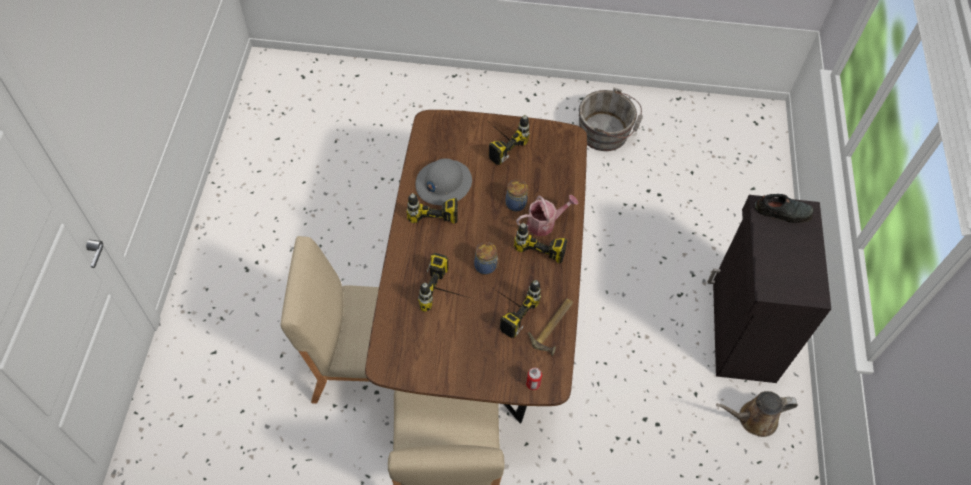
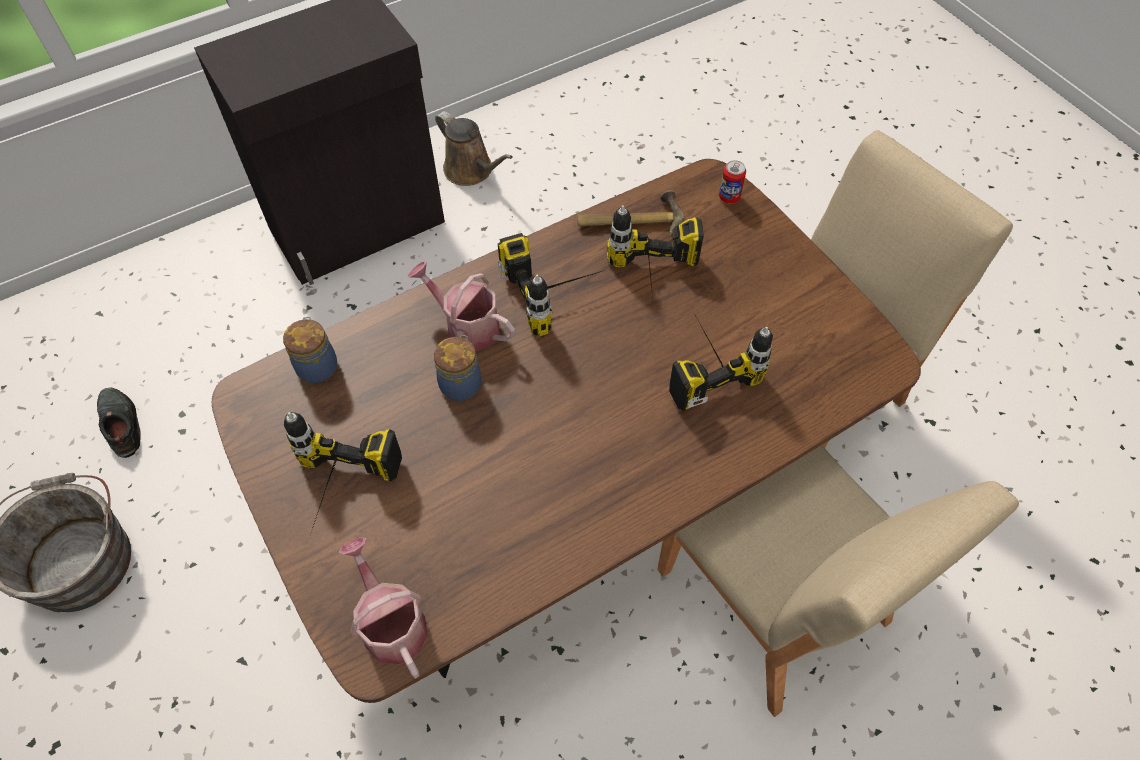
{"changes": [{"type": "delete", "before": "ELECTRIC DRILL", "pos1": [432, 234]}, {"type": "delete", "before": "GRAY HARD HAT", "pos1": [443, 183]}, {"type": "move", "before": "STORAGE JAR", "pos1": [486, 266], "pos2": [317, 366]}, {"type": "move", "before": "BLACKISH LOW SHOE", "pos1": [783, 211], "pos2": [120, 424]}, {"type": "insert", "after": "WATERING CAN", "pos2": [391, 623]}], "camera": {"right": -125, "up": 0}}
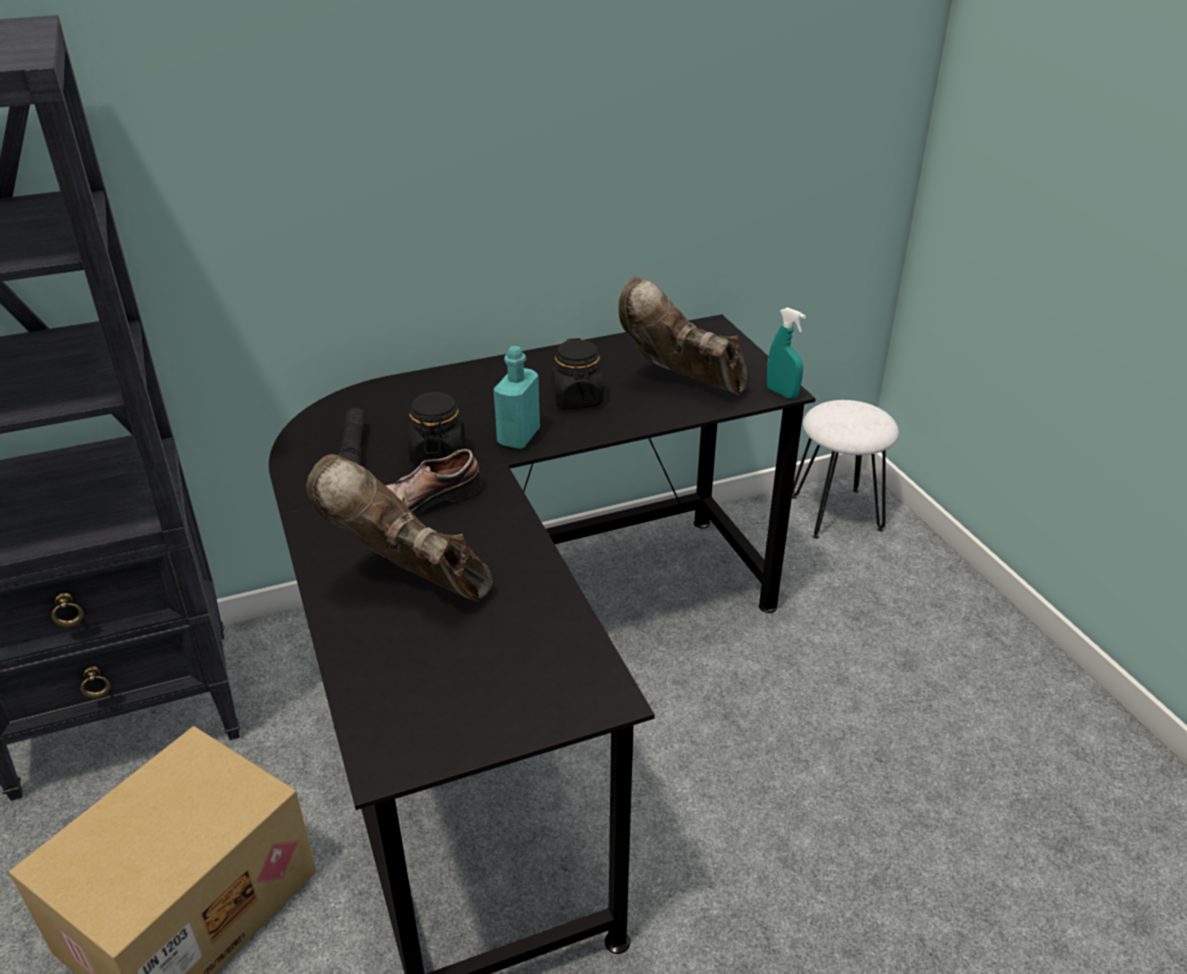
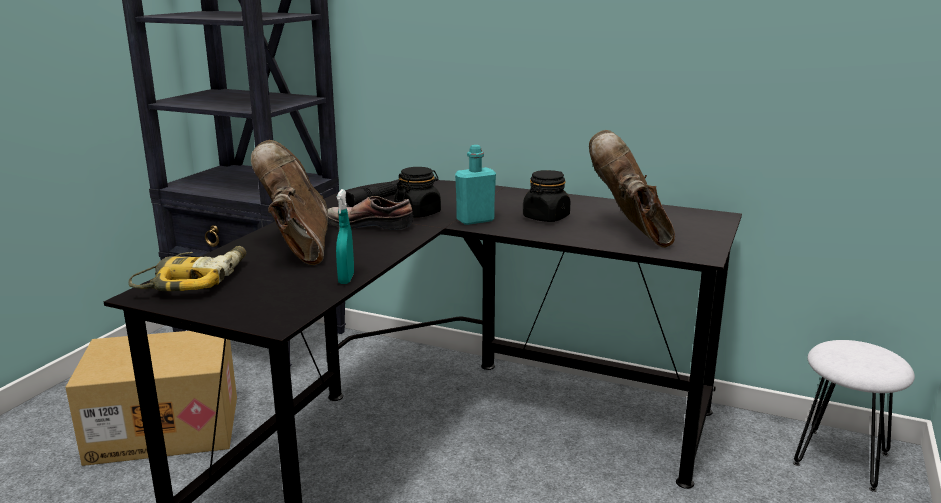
{"changes": [{"type": "move", "before": "BLUE-GREEN HAND SPRAYER", "pos1": [782, 393], "pos2": [346, 279]}, {"type": "insert", "after": "ELECTRIC DRILL", "pos2": [195, 279]}], "camera": {"right": 45, "up": -15}}
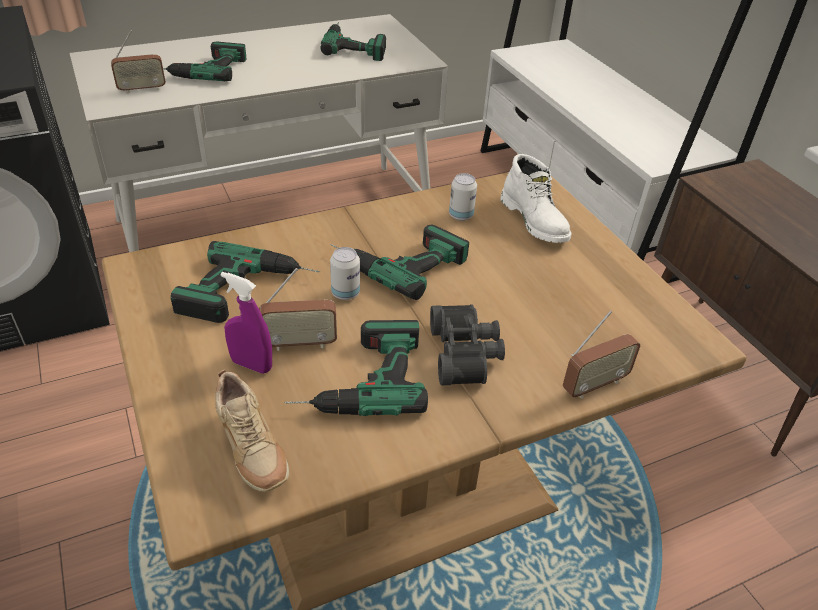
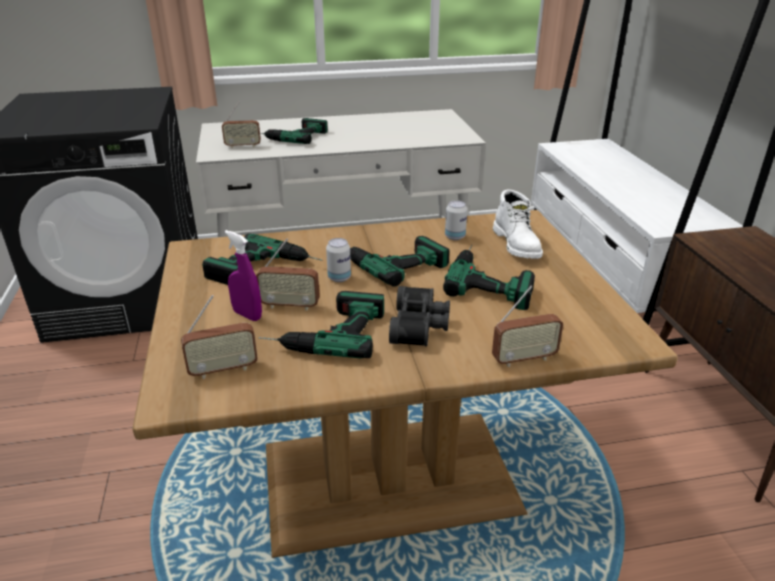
{"changes": [{"type": "replace", "before": "SAND-COLOURED LOW SHOE", "after": "RADIO RECEIVER", "pos1": [252, 453], "pos2": [223, 369]}, {"type": "move", "before": "ELECTRIC DRILL", "pos1": [355, 44], "pos2": [491, 279]}], "camera": {"right": 15, "up": -10}}
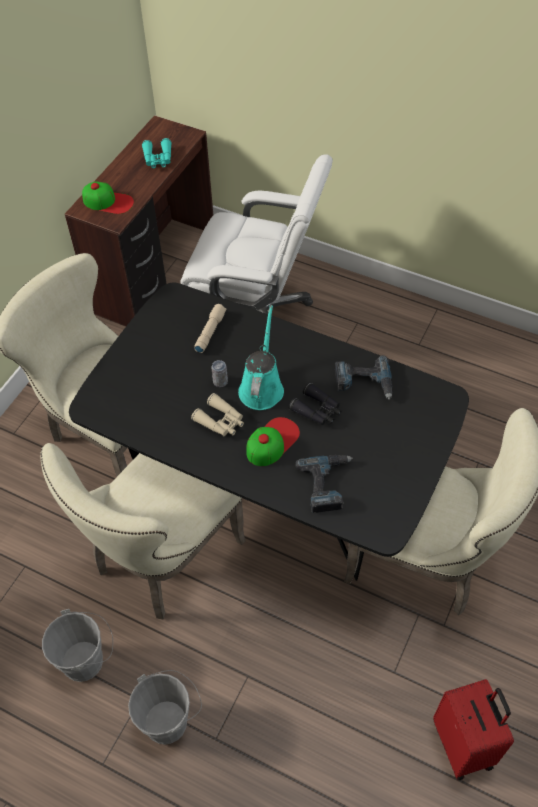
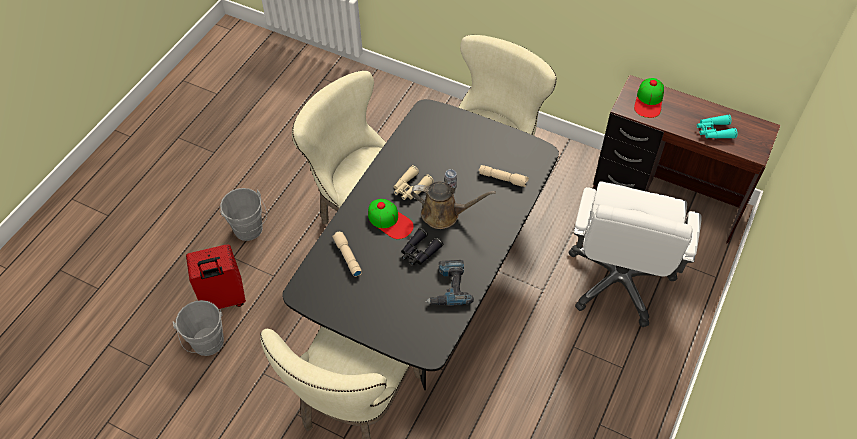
{"changes": [{"type": "move", "before": "GRAY BUCKET", "pos1": [87, 660], "pos2": [208, 345]}, {"type": "recolor", "before": "BLUE-GREEN WATERING CAN", "after": "BROWN-COLOURED WATERING CAN", "pos1": [262, 387], "pos2": [444, 214]}, {"type": "replace", "before": "ELECTRIC DRILL", "after": "SAND-COLOURED TORCH", "pos1": [327, 485], "pos2": [347, 256]}, {"type": "move", "before": "REDDISH TRAVEL CASE", "pos1": [464, 745], "pos2": [223, 300]}], "camera": {"right": 90, "up": 0}}
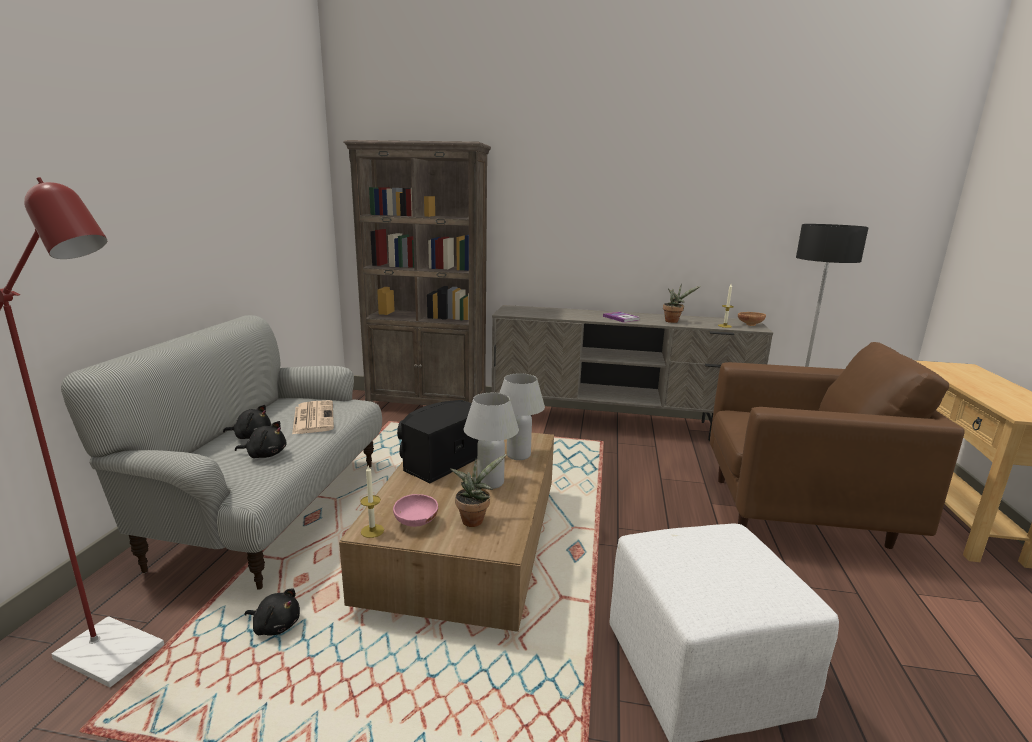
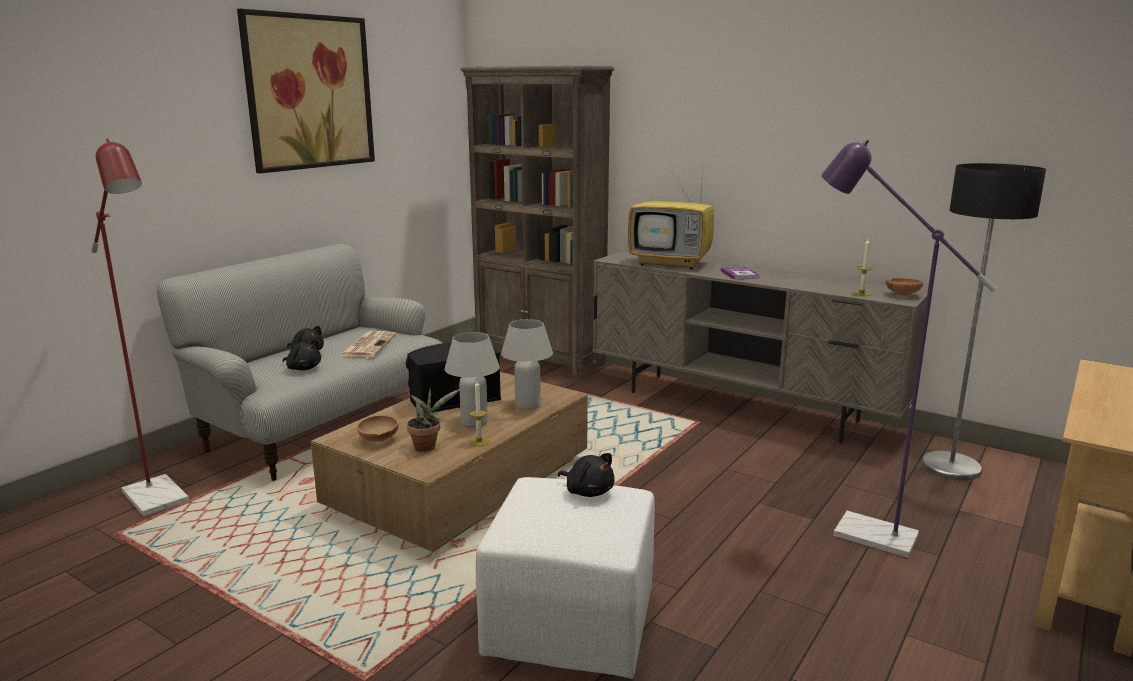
{"changes": [{"type": "move", "before": "BLACKISH SOFT TOY", "pos1": [275, 625], "pos2": [588, 491]}, {"type": "move", "before": "WAX CANDLE", "pos1": [372, 531], "pos2": [479, 442]}, {"type": "recolor", "before": "PINK-COLOURED DEEP DISH", "after": "BROWN-COLOURED DEEP DISH", "pos1": [416, 523], "pos2": [378, 440]}, {"type": "delete", "before": "PLANT IN A POT", "pos1": [673, 321]}, {"type": "replace", "before": "BROWN-COLOURED LOUNGE CHAIR", "after": "PURPLISH STANDING LAMP", "pos1": [797, 511], "pos2": [860, 531]}, {"type": "insert", "after": "WALL ART", "pos2": [309, 92]}, {"type": "insert", "after": "TELEVISION", "pos2": [671, 263]}], "camera": {"right": 25, "up": 0}}
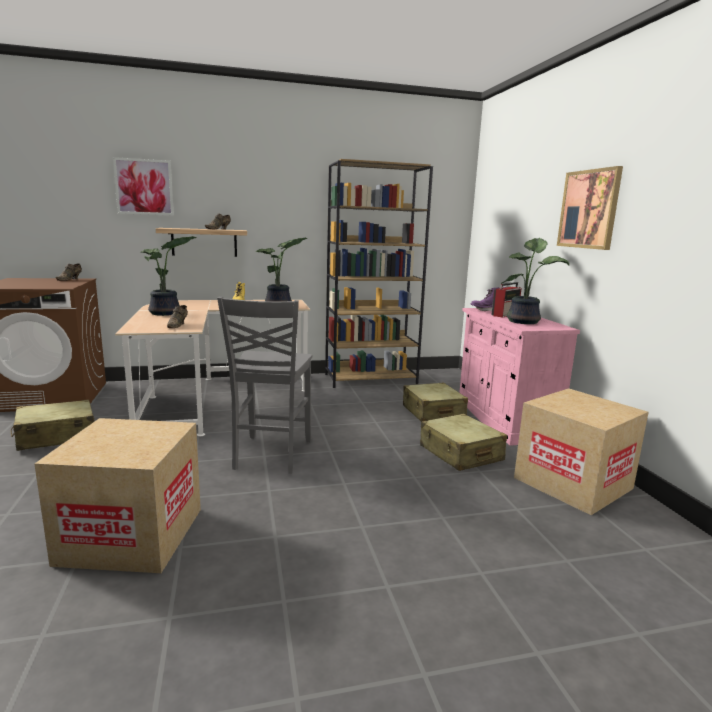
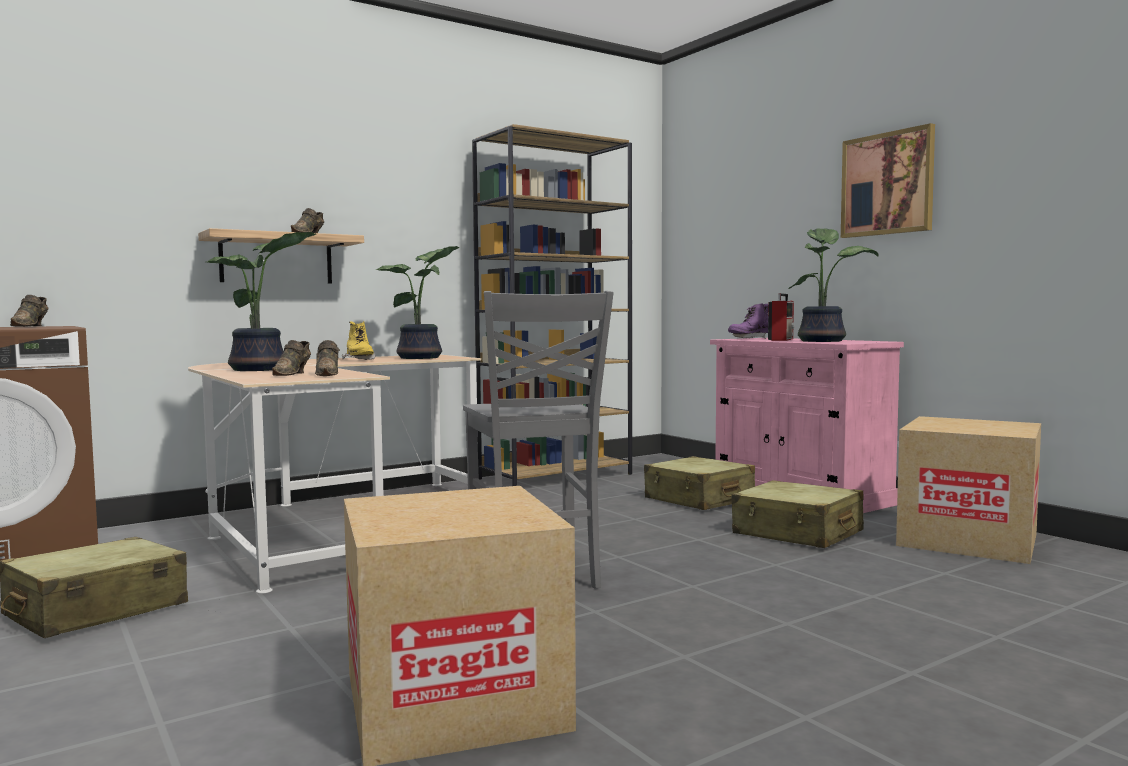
{"changes": [{"type": "delete", "before": "WALL ART", "pos1": [144, 187]}, {"type": "insert", "after": "BROWN-COLOURED LOW SHOE", "pos2": [293, 374]}], "camera": {"right": -20, "up": -10}}
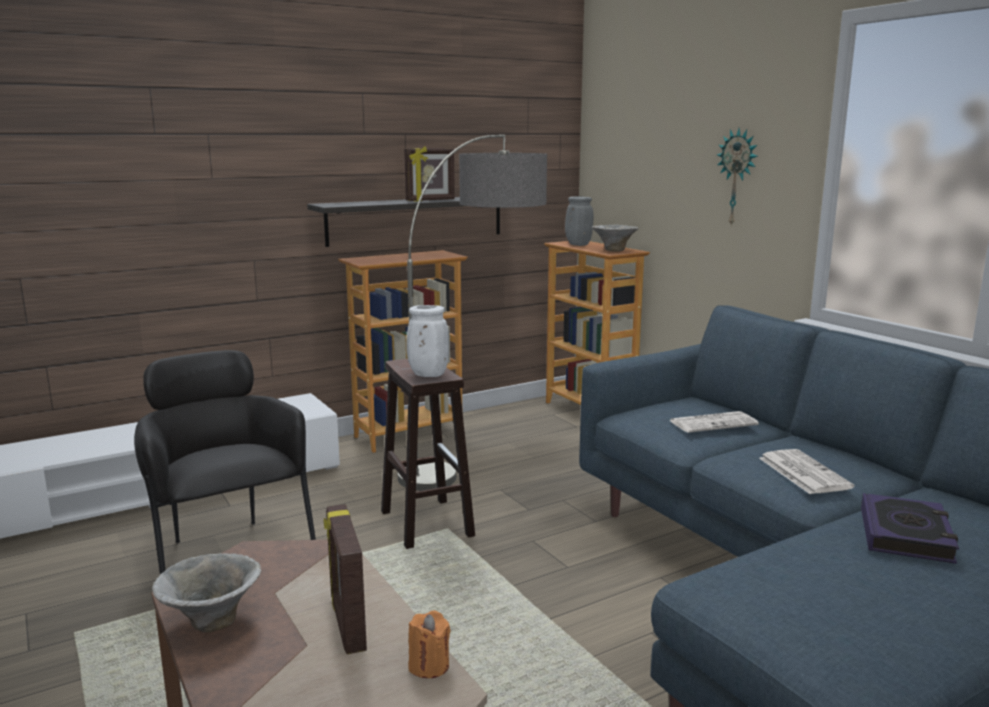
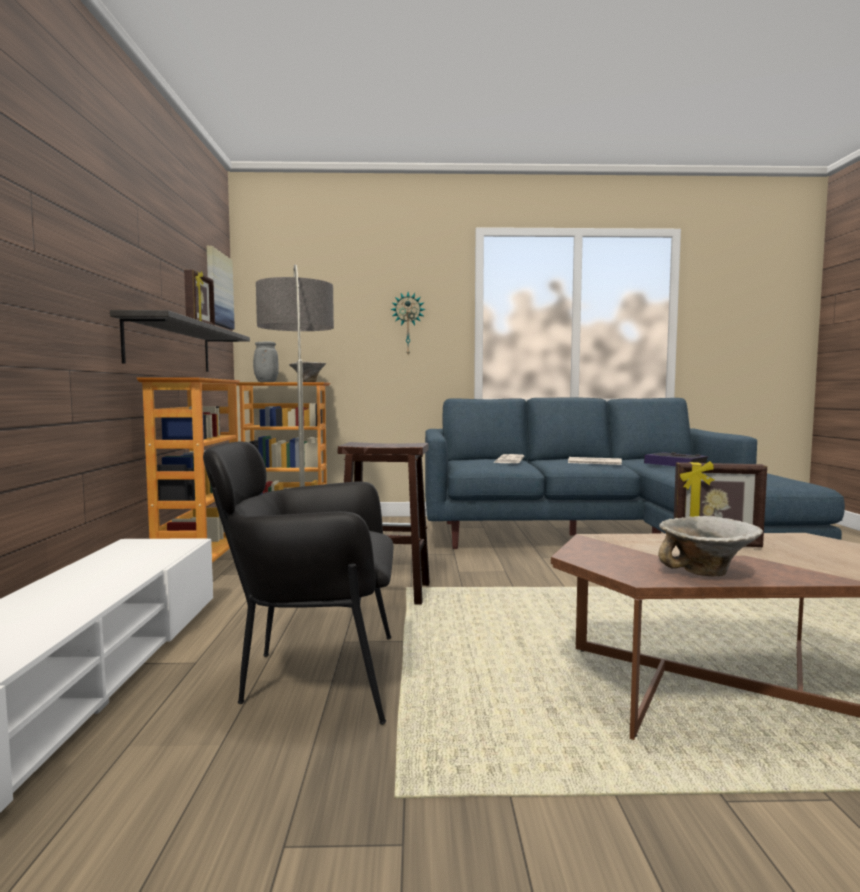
{"changes": [{"type": "delete", "before": "WHITE FLOWER VASE", "pos1": [427, 375]}, {"type": "delete", "before": "ORANGEY WAX CANDLE", "pos1": [429, 666]}, {"type": "insert", "after": "WALL ART", "pos2": [218, 289]}], "camera": {"right": -60, "up": -10}}
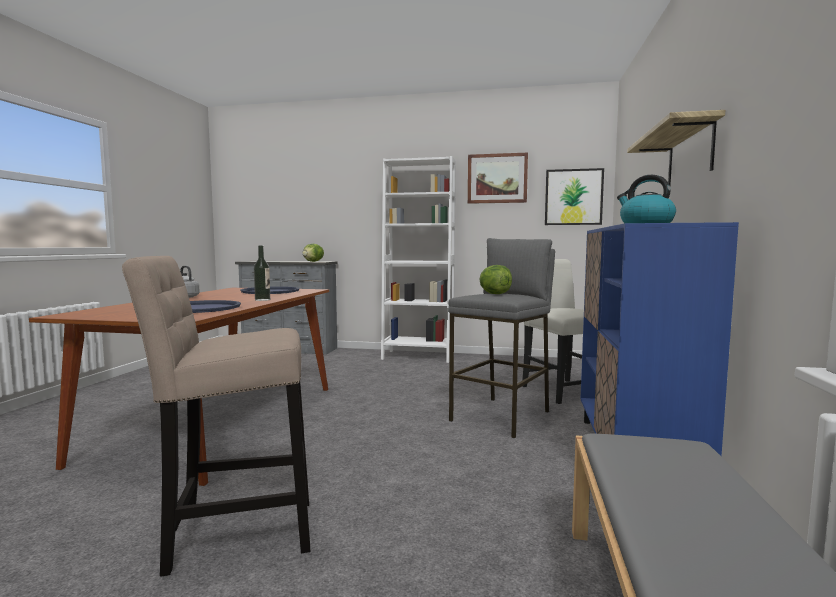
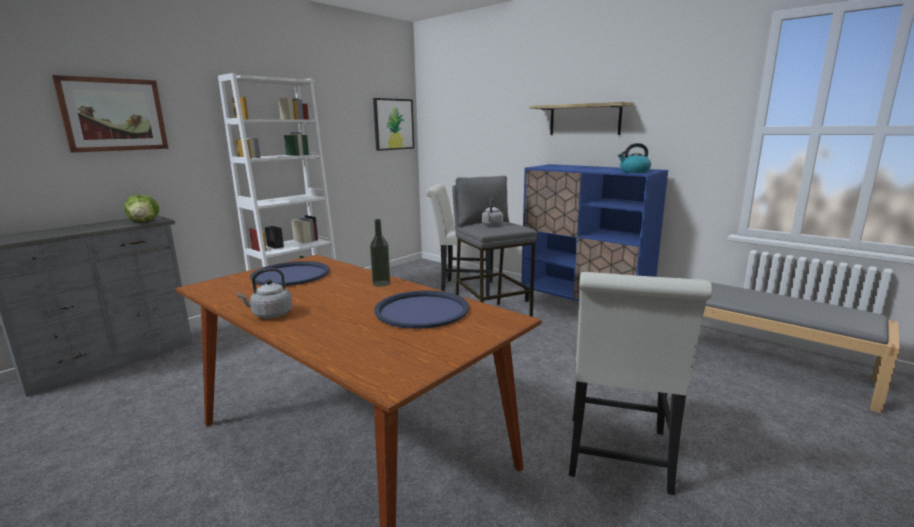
{"changes": [{"type": "replace", "before": "SAND-COLOURED STOOL", "after": "WHITE CHAIR", "pos1": [233, 534], "pos2": [618, 459]}, {"type": "move", "before": "WALL ART", "pos1": [497, 178], "pos2": [114, 115]}, {"type": "replace", "before": "LETTUCE", "after": "GRAY KETTLE", "pos1": [494, 294], "pos2": [492, 225]}], "camera": {"right": -60, "up": 10}}
